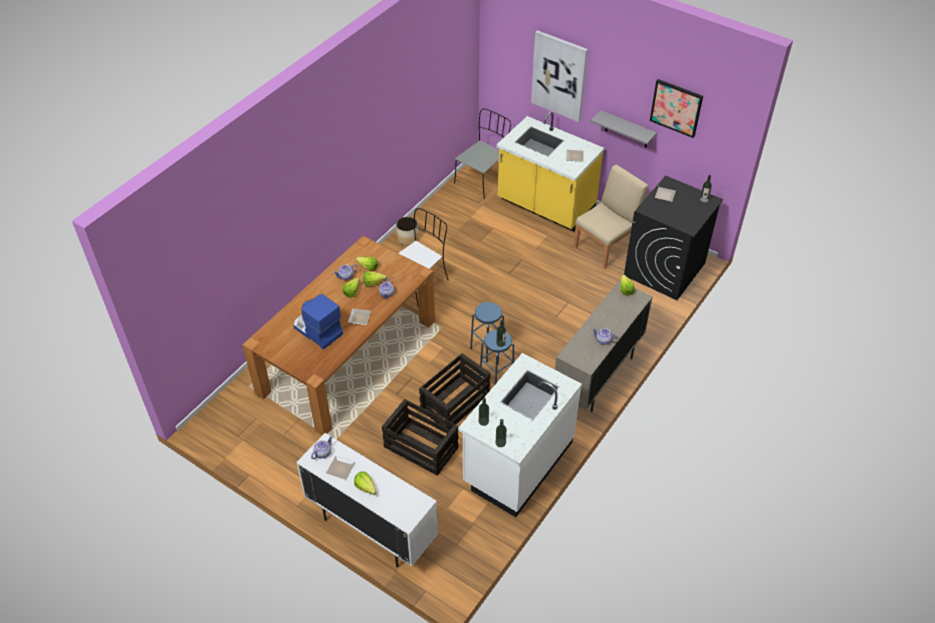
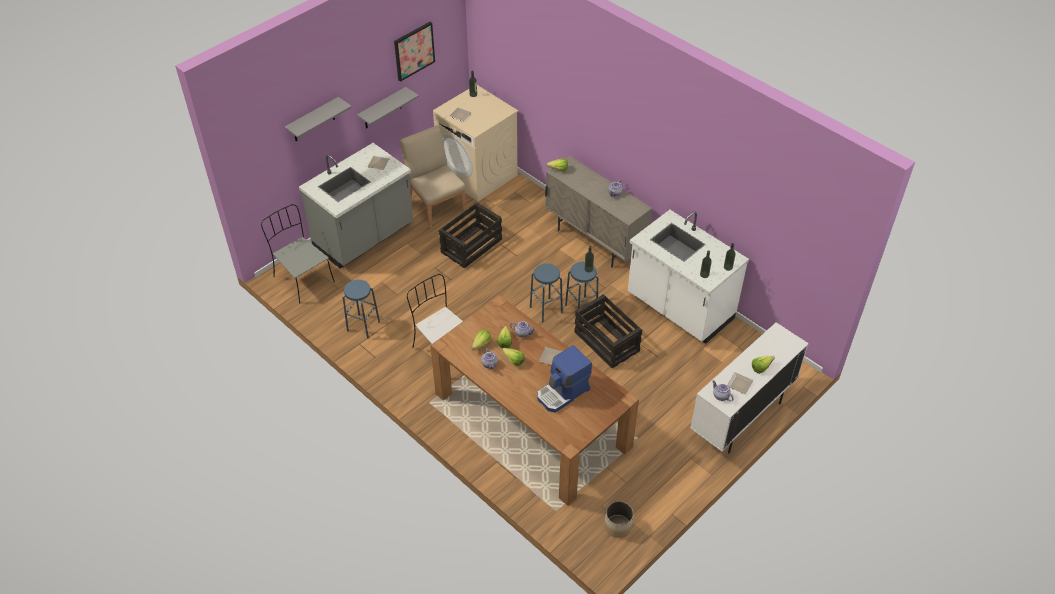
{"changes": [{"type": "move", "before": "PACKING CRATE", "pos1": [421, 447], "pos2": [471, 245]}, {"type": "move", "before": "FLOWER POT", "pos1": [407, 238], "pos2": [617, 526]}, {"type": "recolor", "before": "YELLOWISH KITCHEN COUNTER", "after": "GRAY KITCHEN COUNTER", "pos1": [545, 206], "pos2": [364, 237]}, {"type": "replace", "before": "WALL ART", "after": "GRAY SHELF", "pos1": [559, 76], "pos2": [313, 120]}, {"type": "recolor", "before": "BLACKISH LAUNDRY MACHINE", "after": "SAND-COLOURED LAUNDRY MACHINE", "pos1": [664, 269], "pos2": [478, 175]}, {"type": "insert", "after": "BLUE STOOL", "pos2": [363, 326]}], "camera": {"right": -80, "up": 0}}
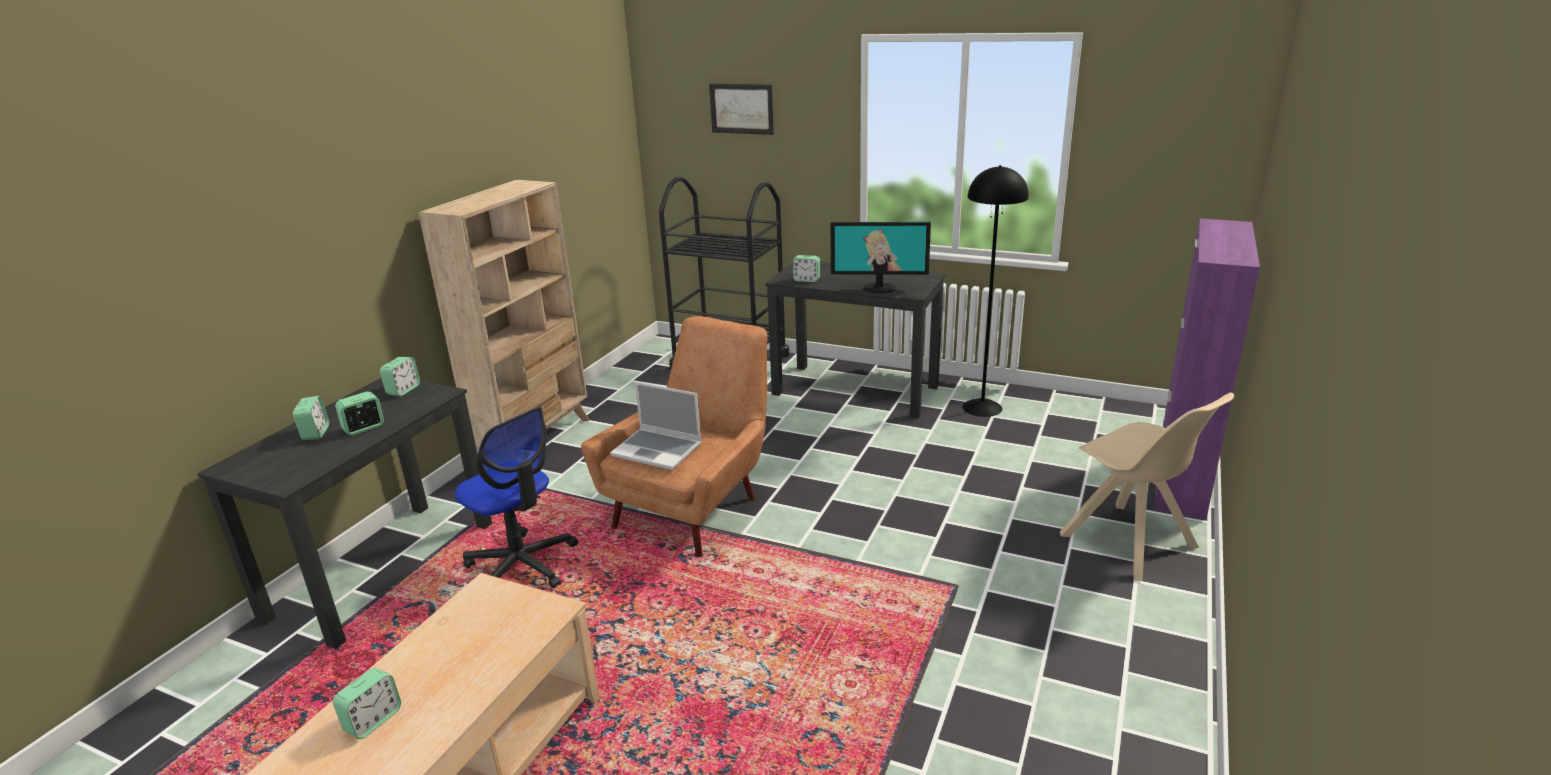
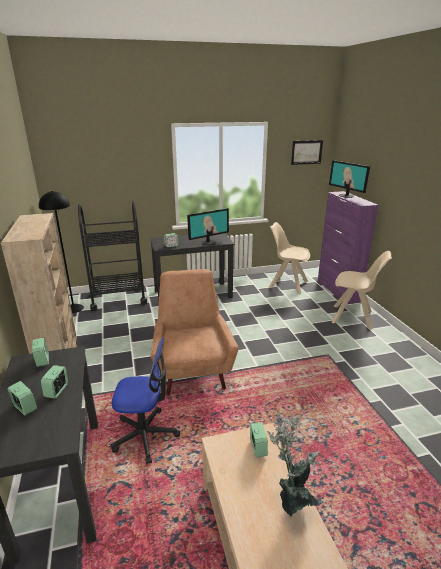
{"changes": [{"type": "move", "before": "ALARM CLOCK", "pos1": [373, 720], "pos2": [258, 448]}, {"type": "delete", "before": "NOTEBOOK COMPUTER", "pos1": [658, 450]}, {"type": "move", "before": "WALL ART", "pos1": [741, 108], "pos2": [306, 152]}, {"type": "move", "before": "BLACKISH STANDING LAMP", "pos1": [981, 407], "pos2": [73, 308]}, {"type": "insert", "after": "PLANT IN A POT", "pos2": [292, 497]}, {"type": "insert", "after": "SAND-COLOURED CHAIR", "pos2": [287, 284]}, {"type": "insert", "after": "COMPUTER DISPLAY", "pos2": [346, 195]}], "camera": {"right": -40, "up": 0}}
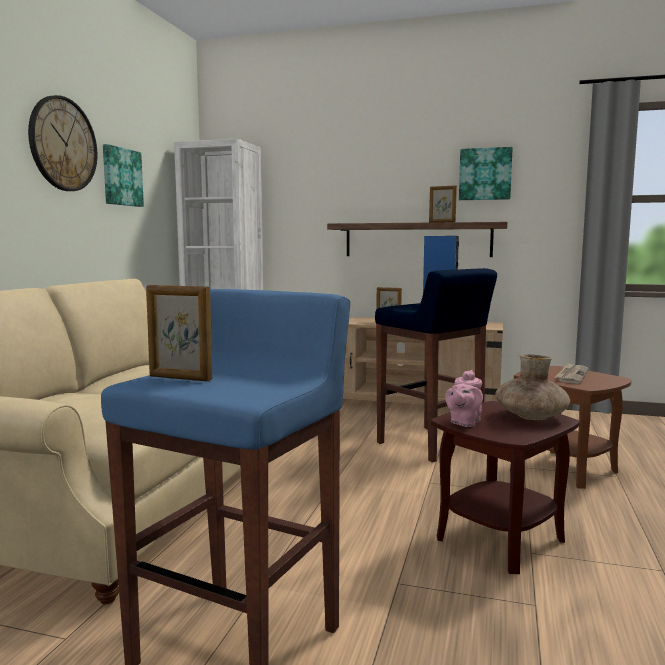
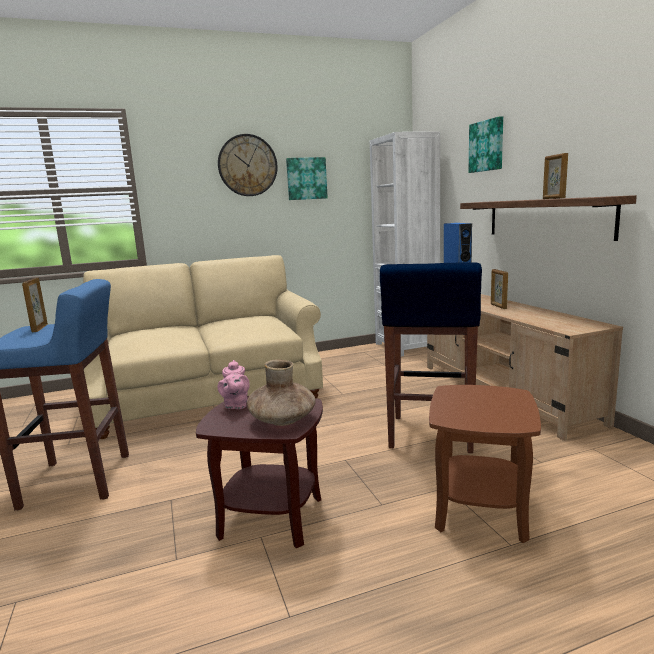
{"changes": [{"type": "rotate", "before": "PINK-COLOURED TEA POT", "pos1": [464, 422], "pos2": [236, 405], "turn": -90}, {"type": "move", "before": "WALL ART", "pos1": [485, 174], "pos2": [487, 146]}, {"type": "delete", "before": "NEWSPAPER", "pos1": [571, 375]}], "camera": {"right": 55, "up": 5}}
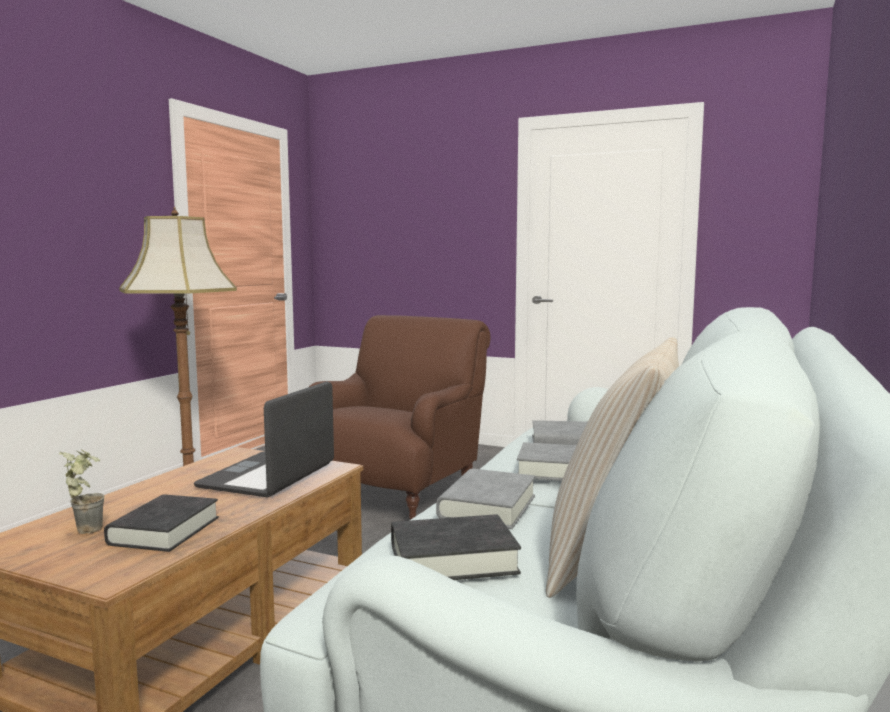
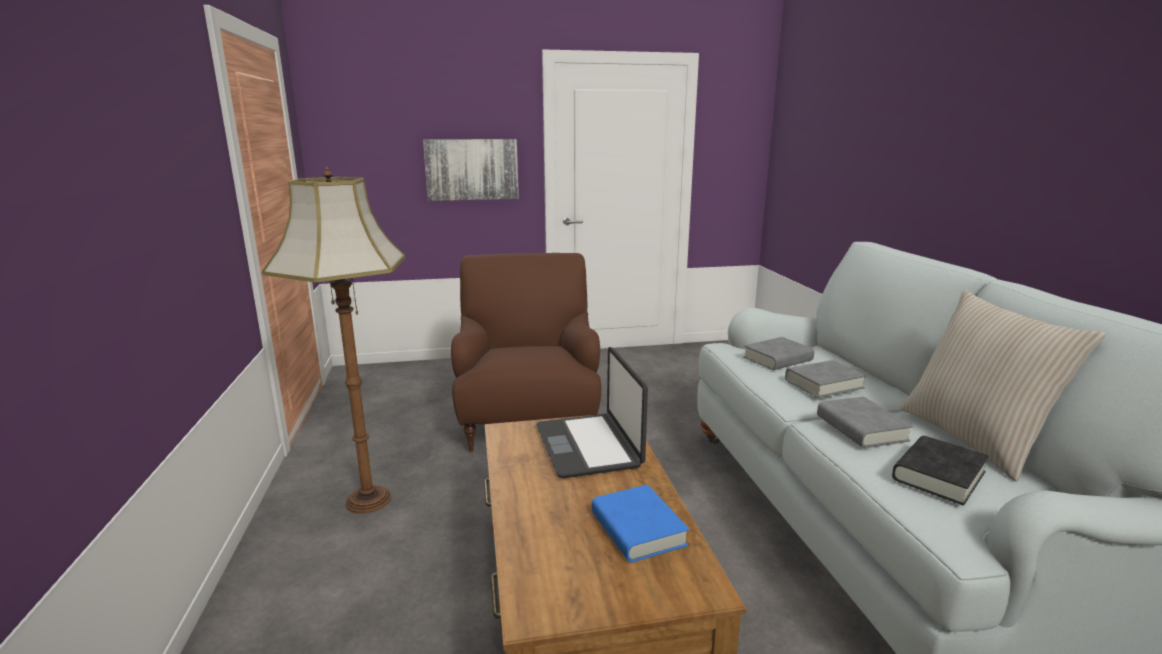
{"changes": [{"type": "delete", "before": "PLANT IN A POT", "pos1": [85, 528]}, {"type": "recolor", "before": "BLACKISH BOOK", "after": "BLUE BOOK", "pos1": [164, 531], "pos2": [637, 529]}, {"type": "insert", "after": "WALL ART", "pos2": [472, 169]}], "camera": {"right": -35, "up": 10}}
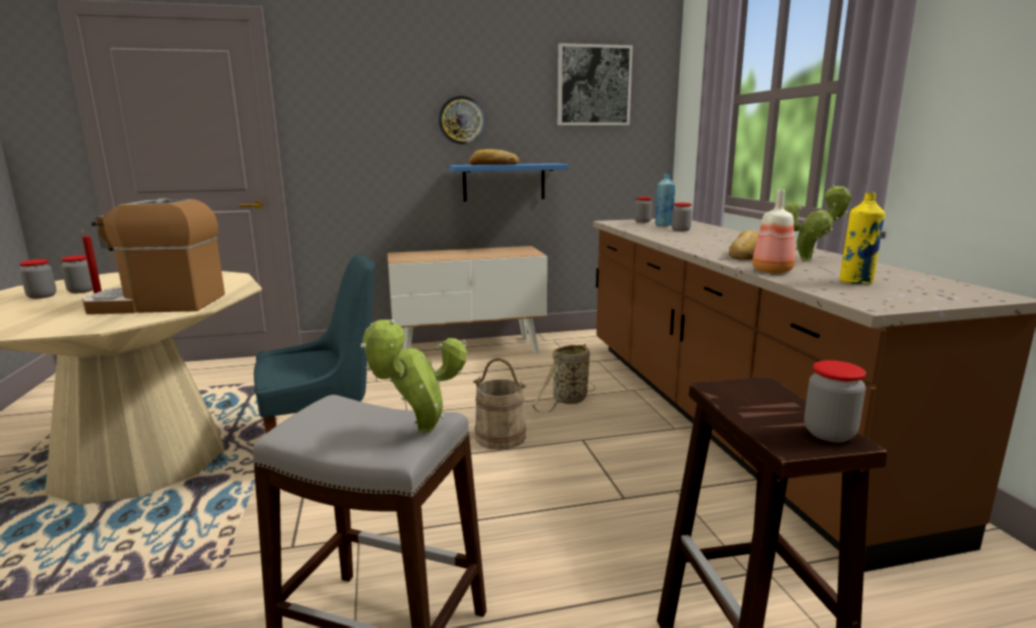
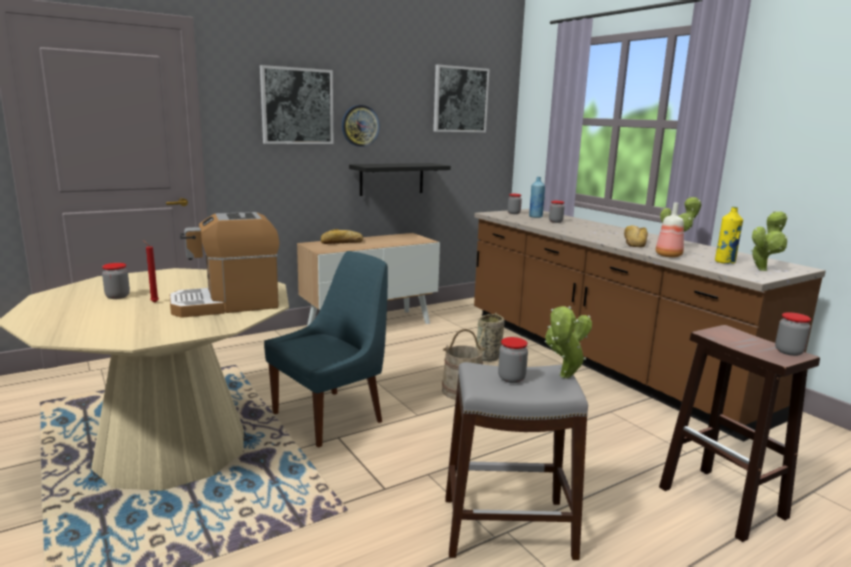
{"changes": [{"type": "move", "before": "STORAGE JAR", "pos1": [42, 296], "pos2": [511, 378]}, {"type": "recolor", "before": "BLUE SHELF", "after": "BLACKISH SHELF", "pos1": [504, 182], "pos2": [392, 179]}, {"type": "move", "before": "BAKED BREAD", "pos1": [494, 164], "pos2": [342, 242]}, {"type": "insert", "after": "WALL ART", "pos2": [297, 106]}, {"type": "insert", "after": "PLANT IN A POT", "pos2": [763, 269]}], "camera": {"right": -20, "up": 0}}
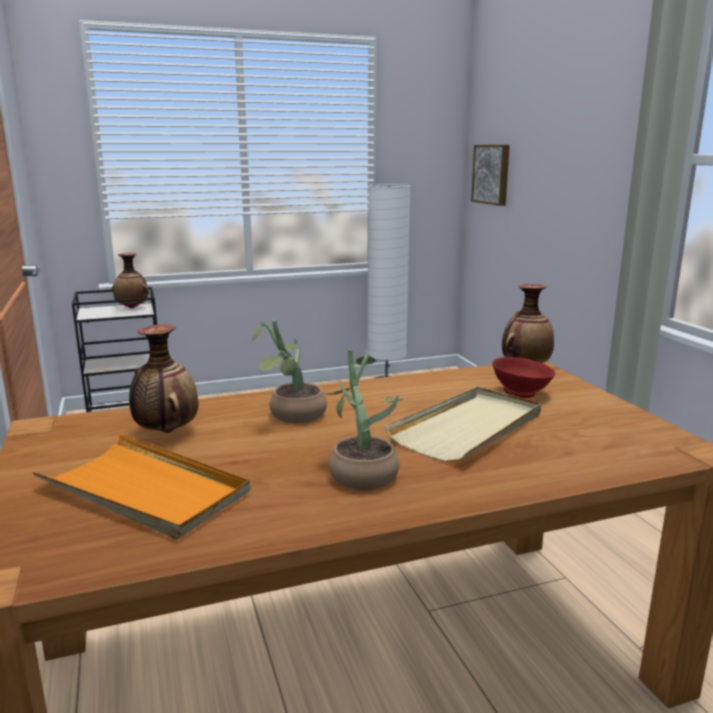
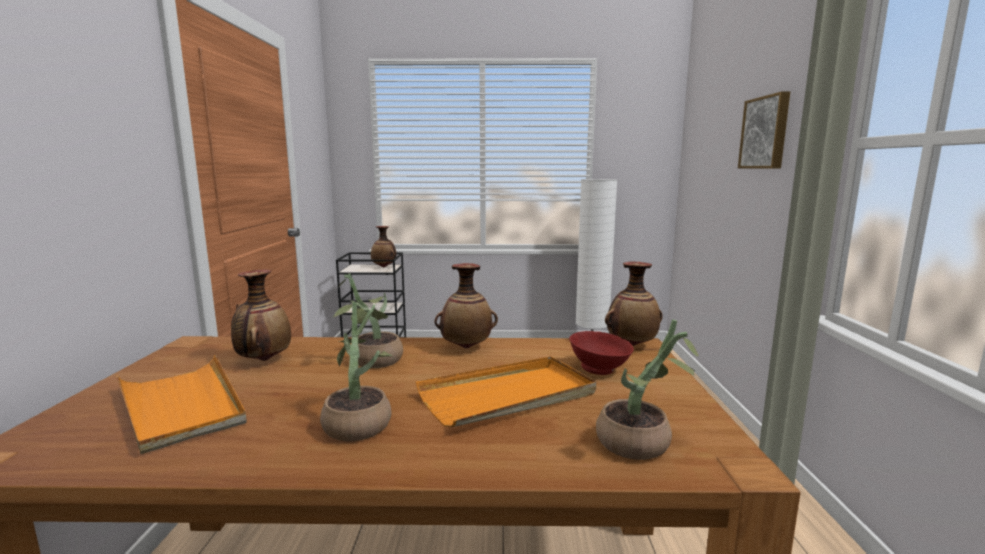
{"changes": [{"type": "recolor", "before": "SAND-COLOURED CARRYING TRAY", "after": "ORANGEY CARRYING TRAY", "pos1": [469, 428], "pos2": [508, 396]}, {"type": "move", "before": "WALL ART", "pos1": [492, 174], "pos2": [766, 133]}, {"type": "insert", "after": "FLOWER VASE", "pos2": [466, 347]}, {"type": "insert", "after": "PLANT IN A POT", "pos2": [642, 444]}], "camera": {"right": 20, "up": -5}}
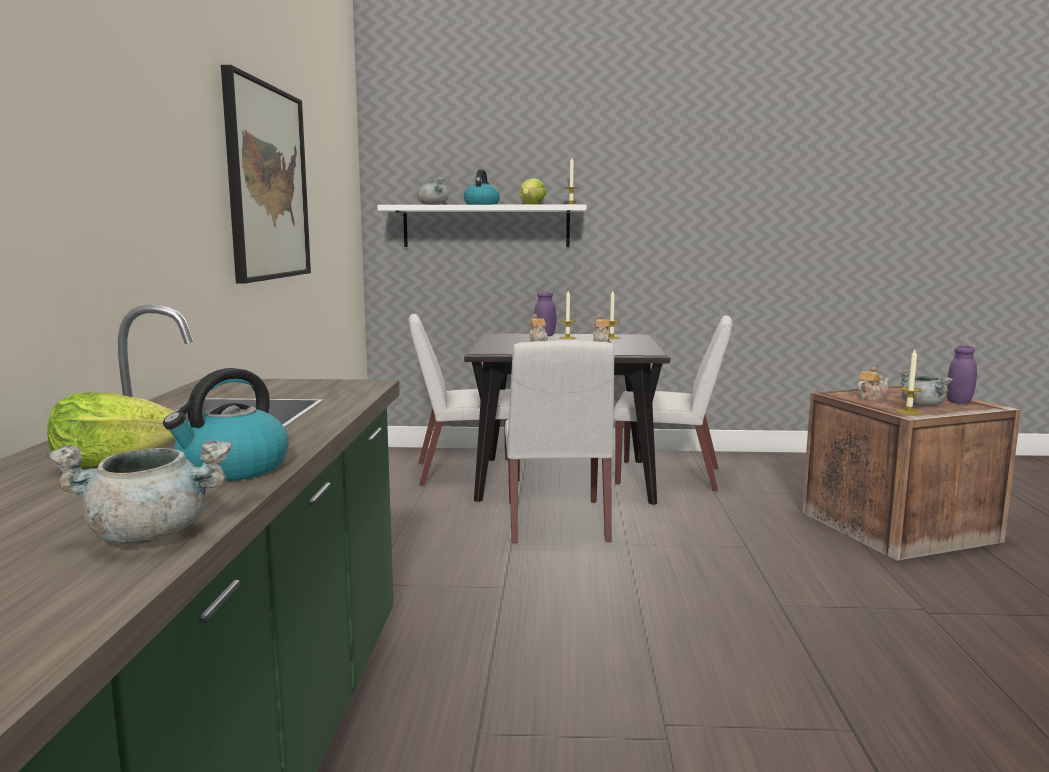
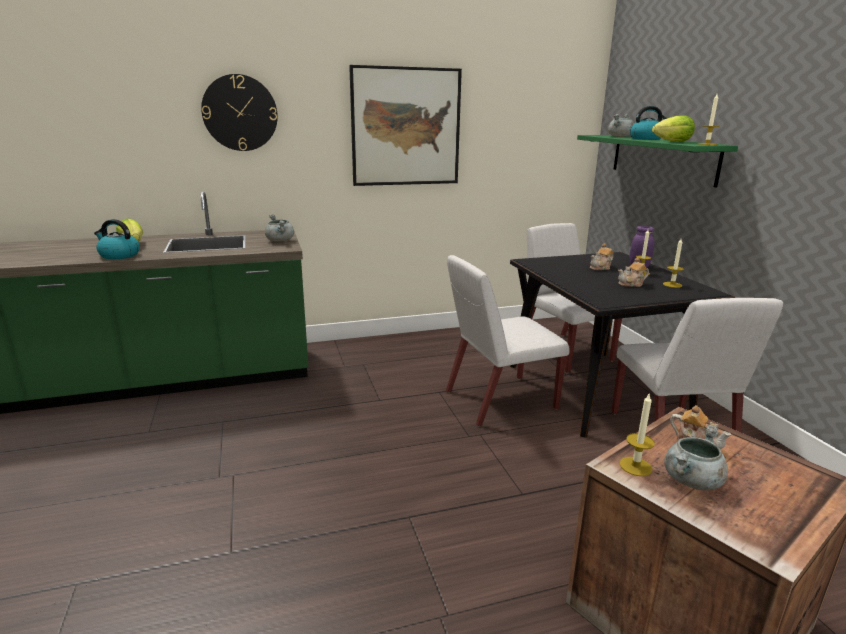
{"changes": [{"type": "move", "before": "GRAY SAUCEPOT", "pos1": [151, 535], "pos2": [280, 241]}, {"type": "recolor", "before": "WHITE SHELF", "after": "GREEN-COLOURED SHELF", "pos1": [486, 226], "pos2": [662, 158]}, {"type": "delete", "before": "PURPLISH STORAGE JAR", "pos1": [959, 402]}, {"type": "insert", "after": "WALL CLOCK", "pos2": [240, 113]}], "camera": {"right": 70, "up": 10}}
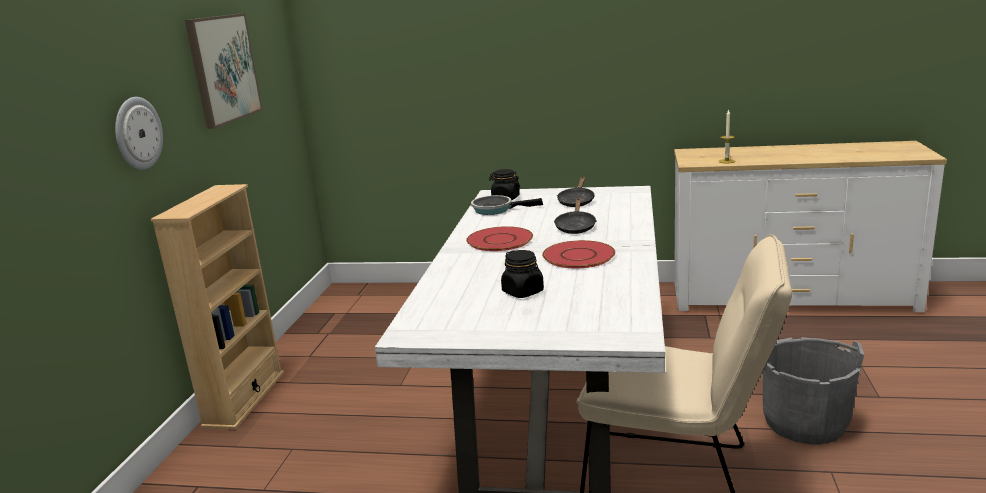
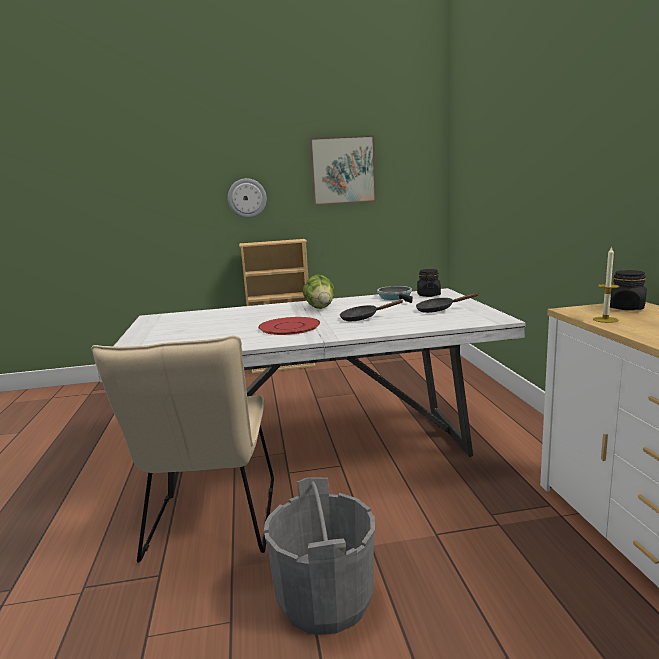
{"changes": [{"type": "replace", "before": "REDDISH DINNER PLATE", "after": "LETTUCE", "pos1": [499, 240], "pos2": [320, 308]}, {"type": "move", "before": "BLACKISH STORAGE JAR", "pos1": [523, 292], "pos2": [626, 308]}], "camera": {"right": 70, "up": -5}}
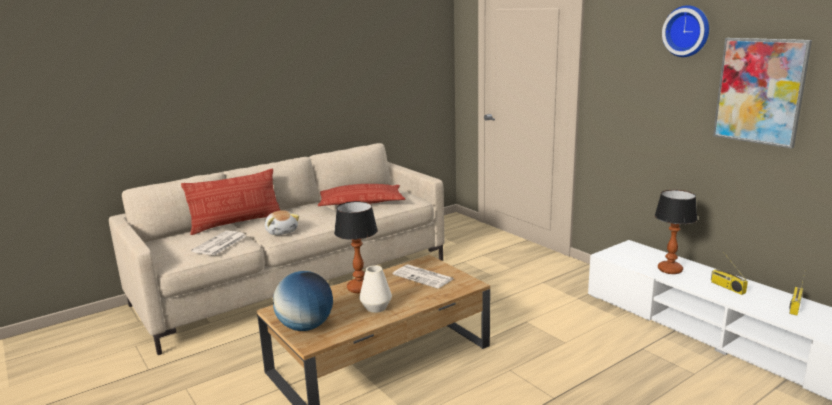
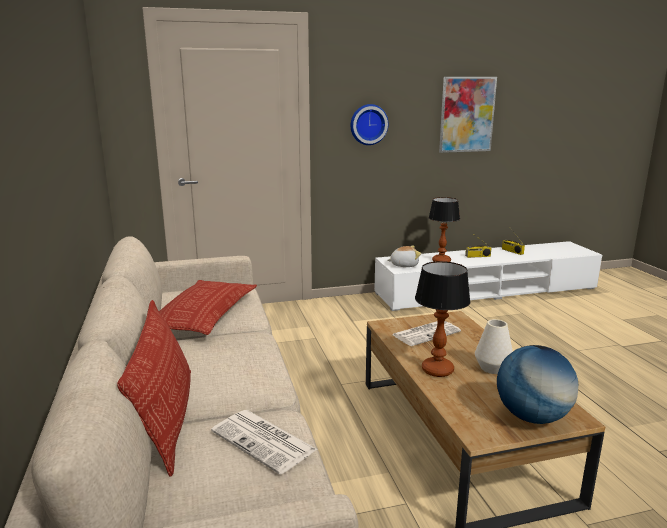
{"changes": [{"type": "move", "before": "SOFT TOY", "pos1": [282, 231], "pos2": [404, 265]}, {"type": "move", "before": "WALL CLOCK", "pos1": [687, 31], "pos2": [368, 124]}], "camera": {"right": -70, "up": 0}}
